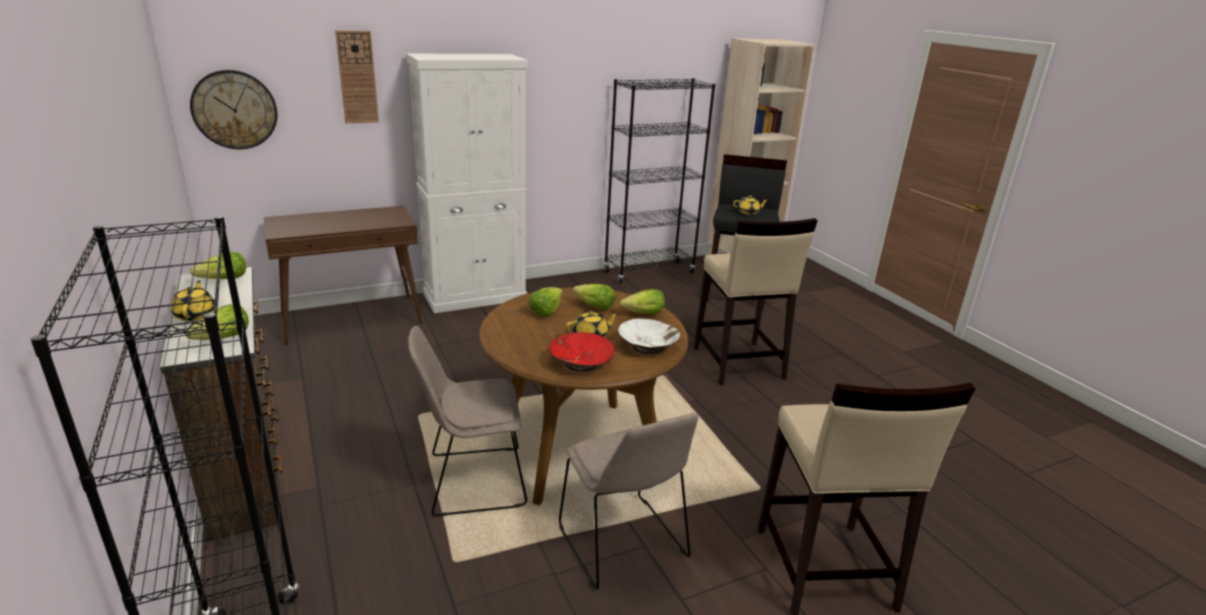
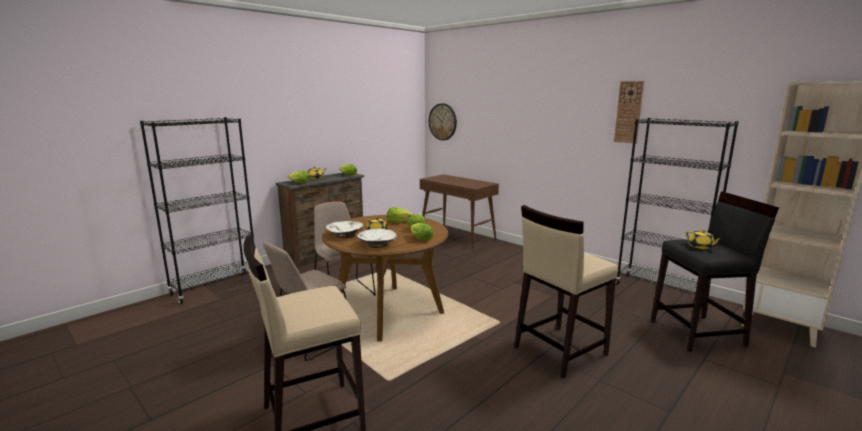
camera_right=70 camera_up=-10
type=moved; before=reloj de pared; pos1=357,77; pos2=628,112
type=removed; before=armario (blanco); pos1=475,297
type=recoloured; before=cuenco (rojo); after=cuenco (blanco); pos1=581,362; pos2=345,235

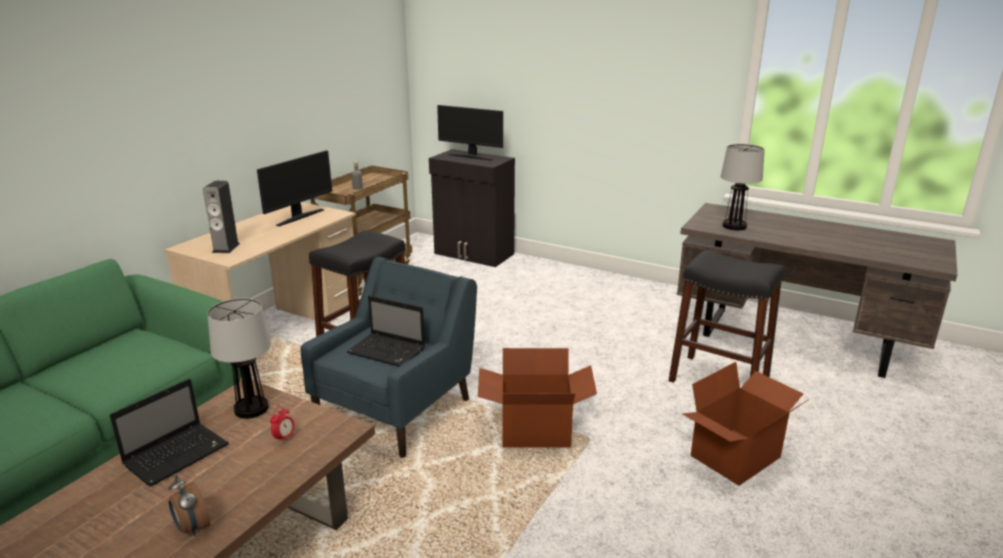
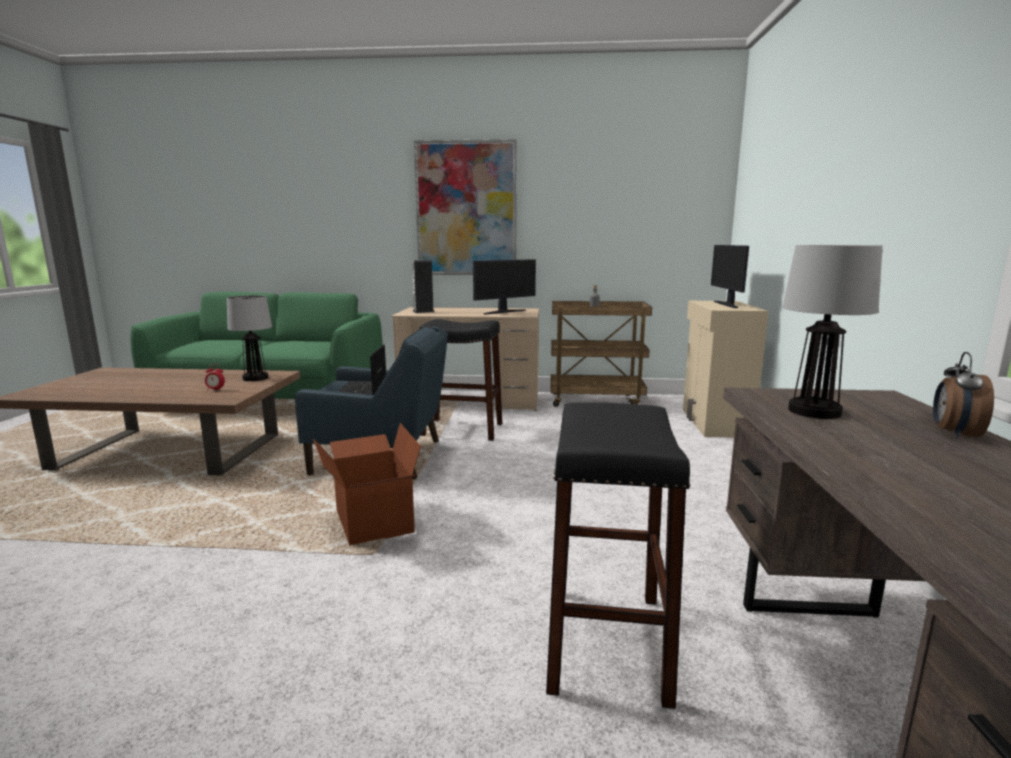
camera_right=65 camera_up=-10
type=removed; before=portátil; pos1=178,454
type=moved; before=despertador; pos1=192,528; pos2=954,434
type=turned; before=monitor; pos1=299,217; pos2=504,312; turn=-45
type=recoloured; before=armario (negro); after=armario (beis); pos1=474,254; pos2=714,423
type=removed; before=caja de cartón; pos1=736,457
type=added; after=cuadro; pos2=466,209

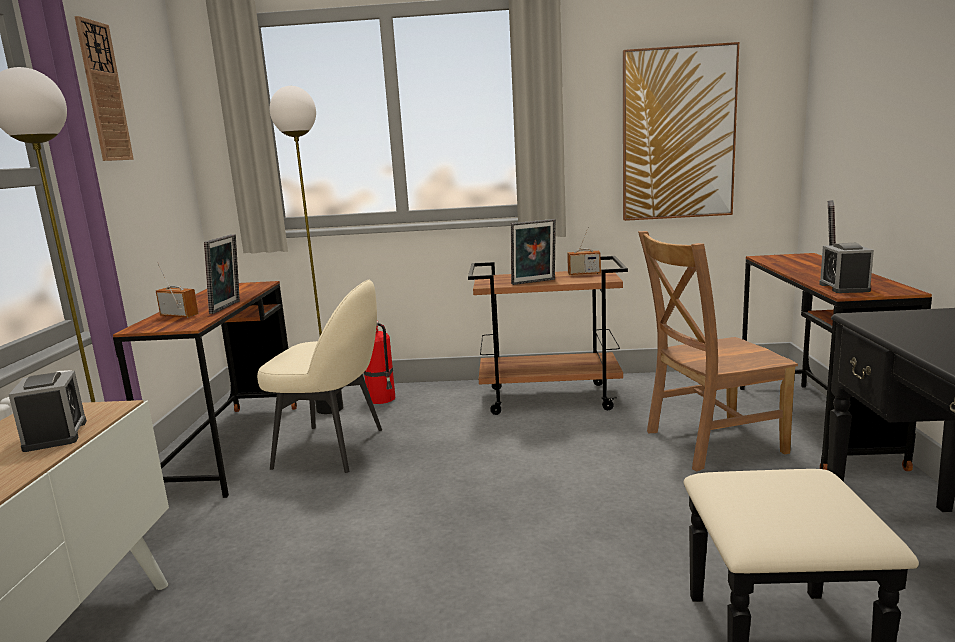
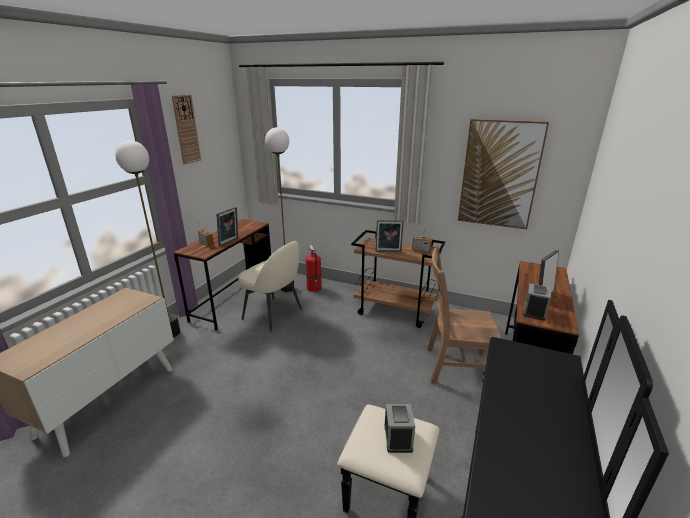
camera_right=20 camera_up=10
type=moved; before=despertador; pos1=55,435; pos2=398,437

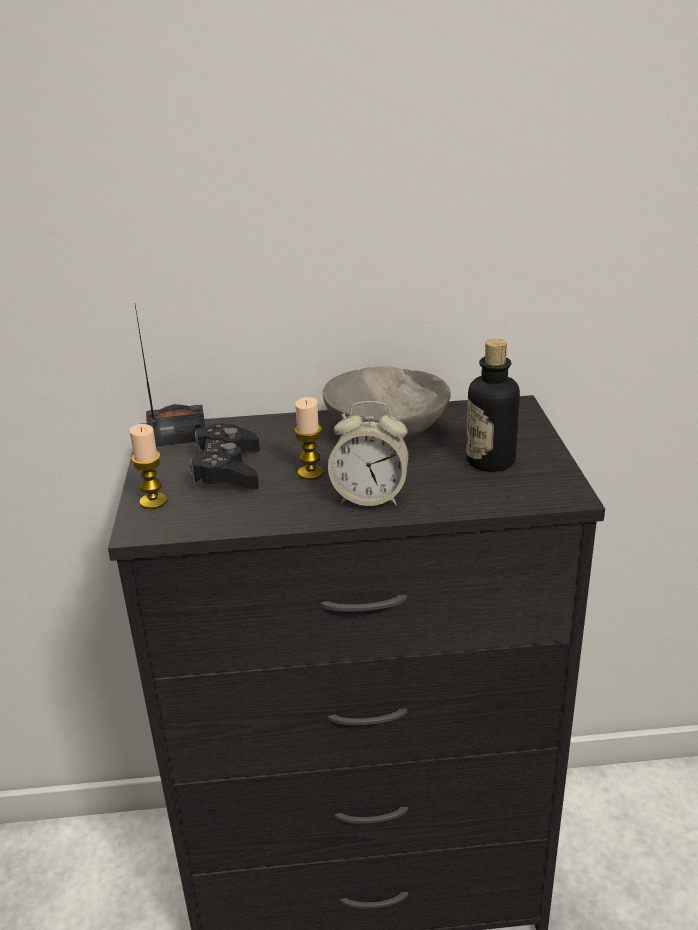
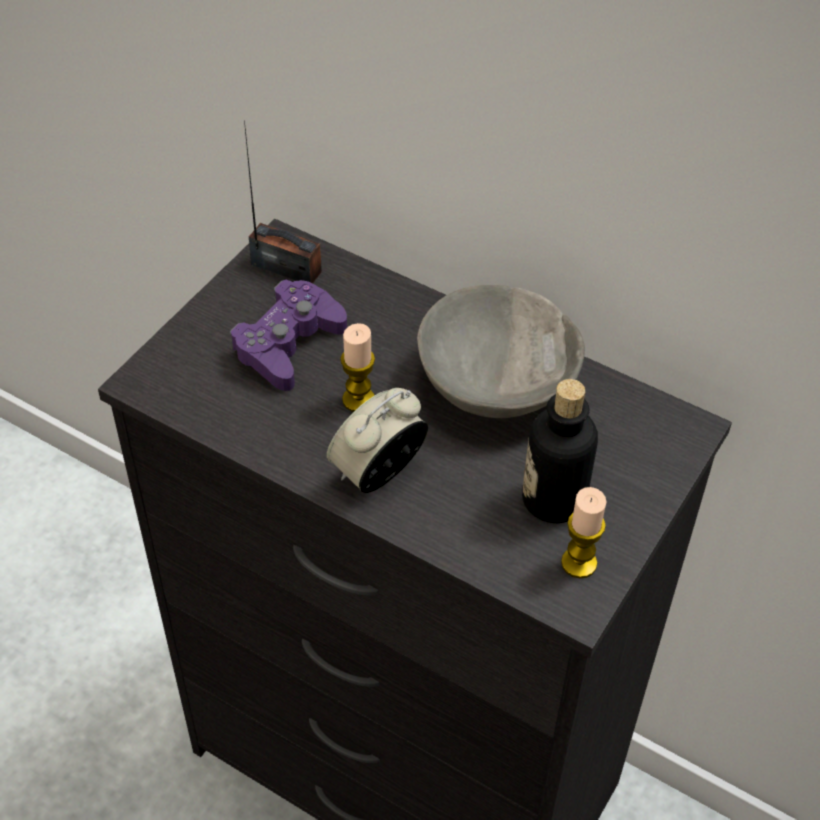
camera_right=35 camera_up=20
type=moved; before=vela; pos1=153,502; pos2=579,563
type=recoloured; before=mando de consola (negro); after=mando de consola (morado); pos1=227,469; pos2=288,344
type=turned; before=despertador; pos1=370,497; pos2=378,472; turn=90

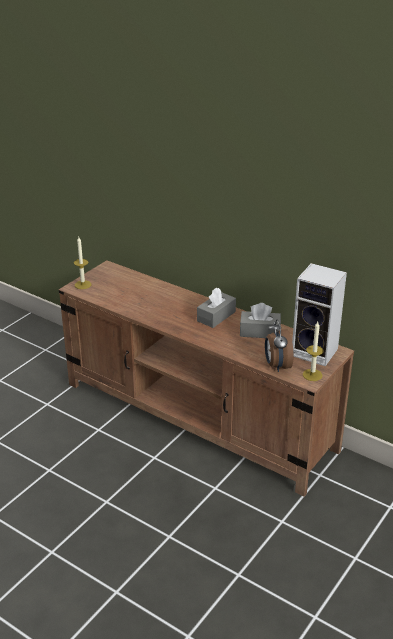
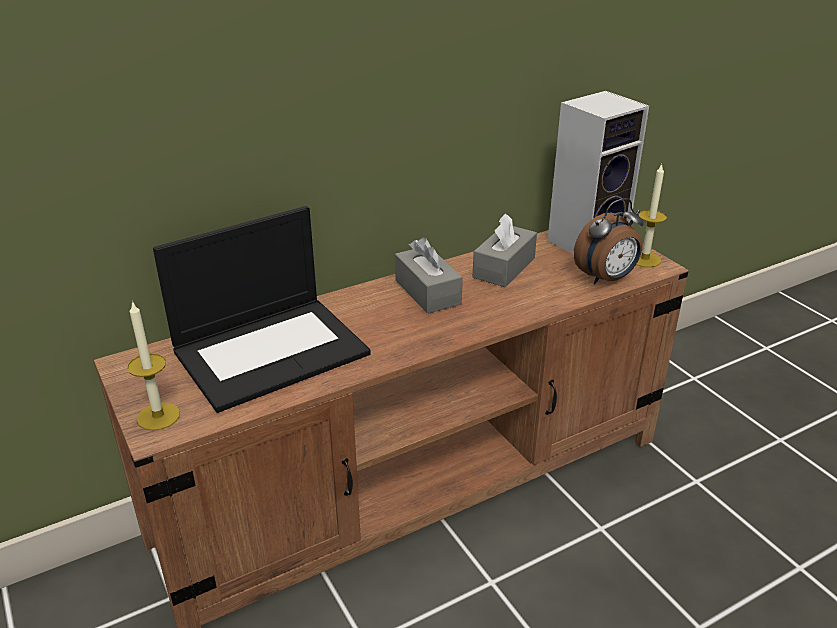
camera_right=-65 camera_up=0
type=turned; before=despertador; pos1=277,365; pos2=606,279; turn=-45
type=added; after=portátil; pos2=272,351

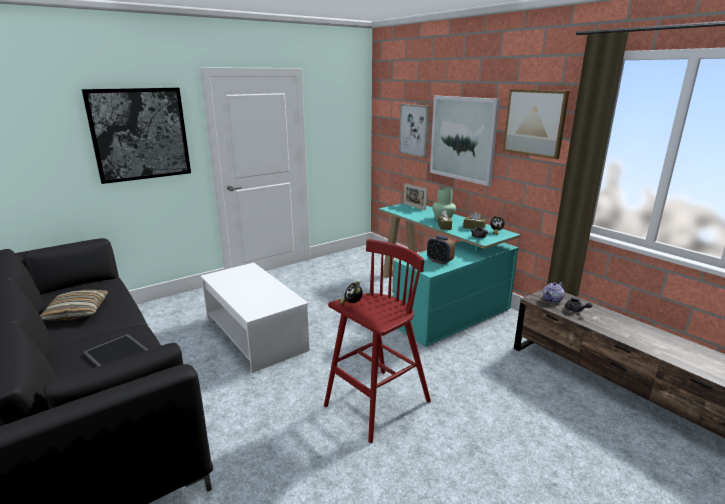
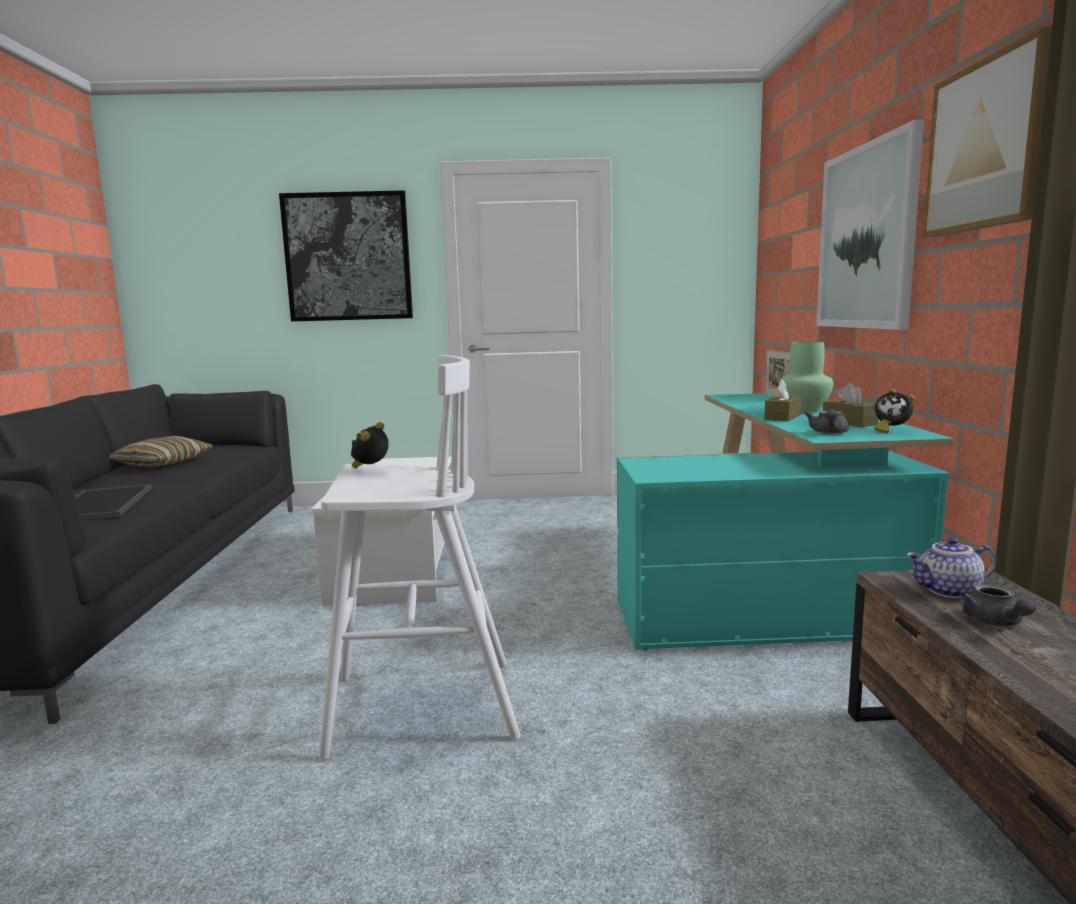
camera_right=35 camera_up=-10
type=recoloured; before=taburete (rojo); after=taburete (blanco); pos1=376,404; pos2=418,707
type=removed; before=cuadro; pos1=414,130
type=removed; before=despertador; pos1=439,261

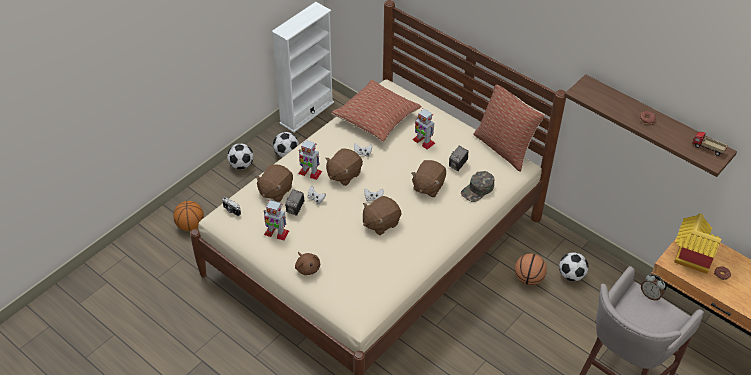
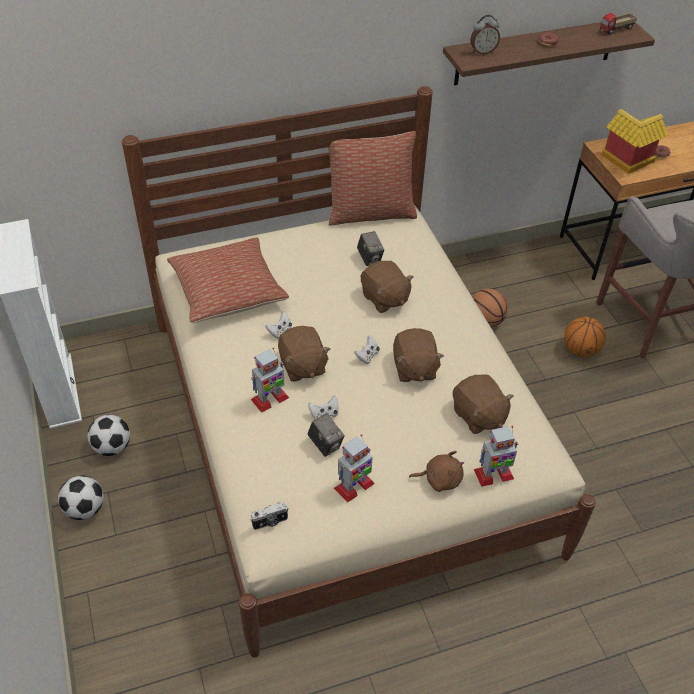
camera_right=-60 camera_up=0
type=moved; before=balón de baloncesto; pos1=190,225; pos2=580,350
type=moved; before=peluche (marrón); pos1=275,191; pos2=478,416
type=moved; before=robot de juguete; pos1=423,141; pos2=493,474
type=removed; before=gorra (verde); pos1=478,189
type=removed; before=balón de fútbol; pos1=571,275
type=moved; before=despertador; pos1=650,295; pos2=482,52

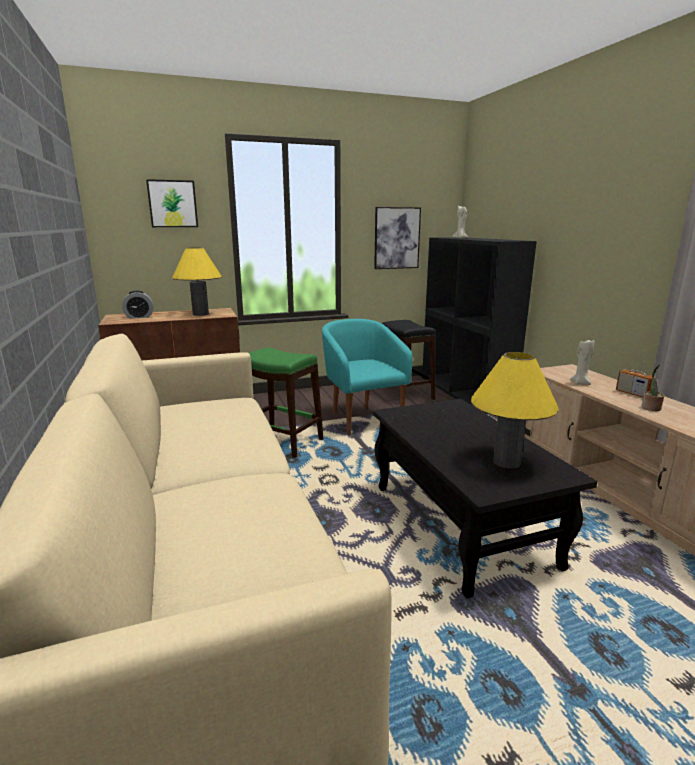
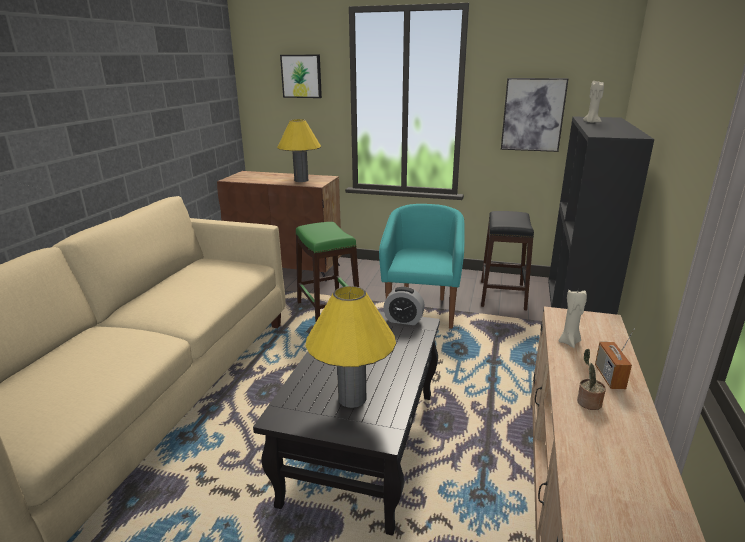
camera_right=35 camera_up=5
type=moved; before=despertador; pos1=139,317; pos2=403,320

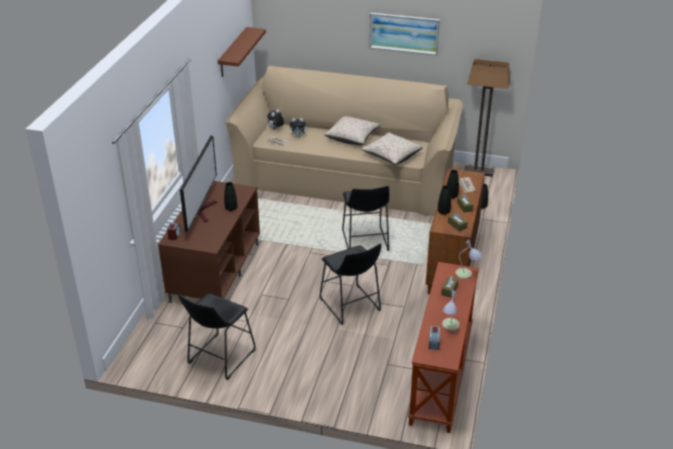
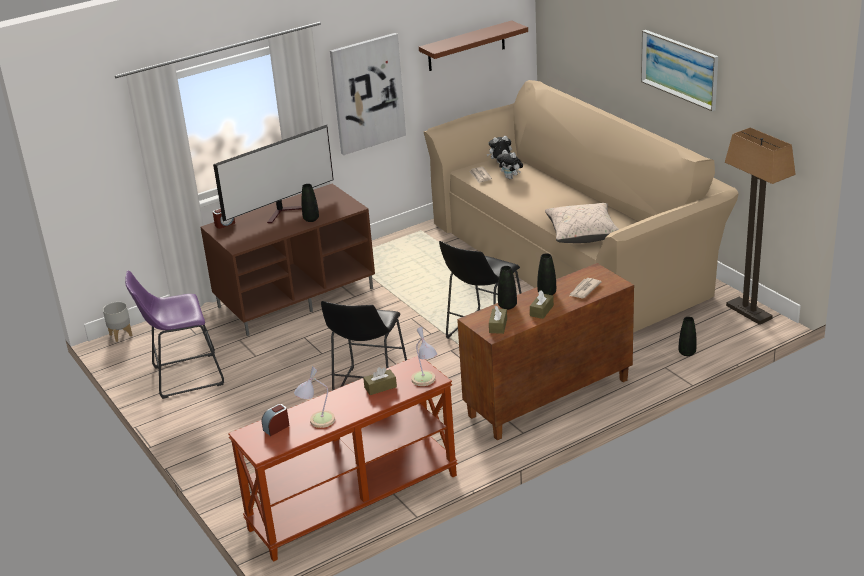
camera_right=45 camera_up=-5
type=recoloured; before=taburete (negro); after=taburete (morado); pos1=219,359; pos2=183,376
type=removed; before=cojín (beis); pos1=352,137
type=added; after=maceta (gris); pos2=120,335
type=added; after=cuadro; pos2=367,93

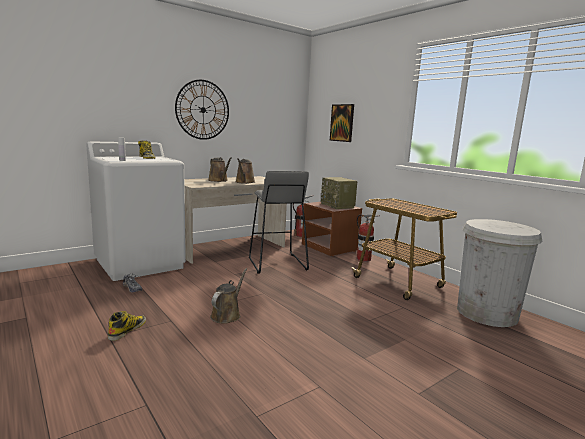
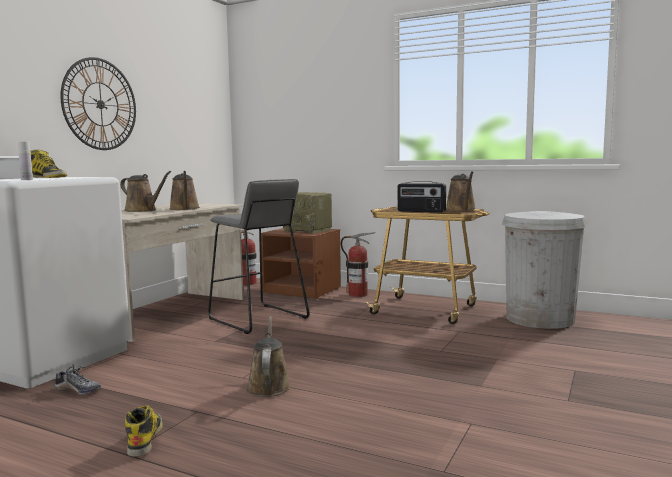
camera_right=-25 camera_up=-5
type=removed; before=cuadro; pos1=342,123
type=added; after=radio; pos2=421,211
type=added; after=regadera (marrón); pos2=461,210

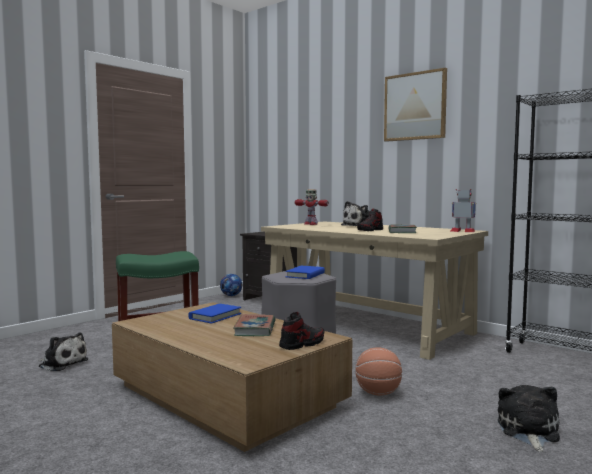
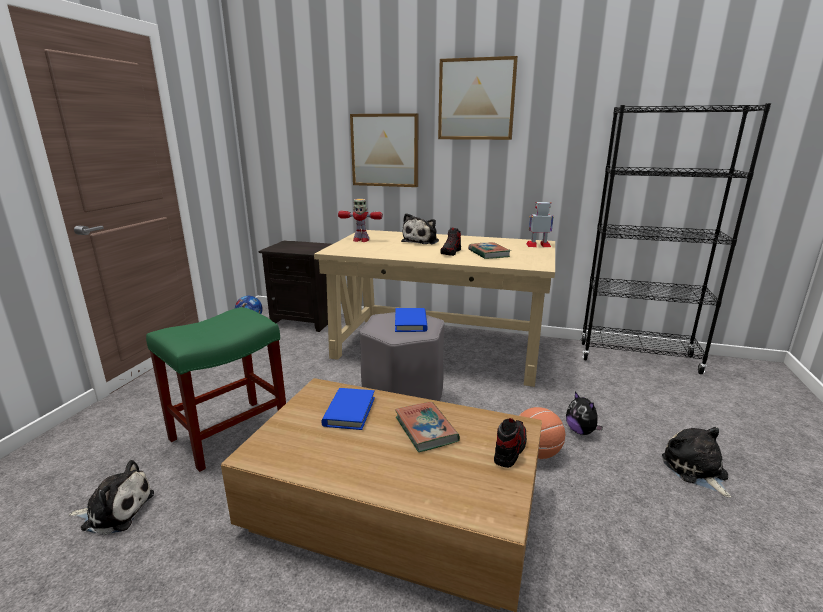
camera_right=-25 camera_up=15
type=added; after=cuadro; pos2=385,150
type=added; after=peluche; pos2=581,431

